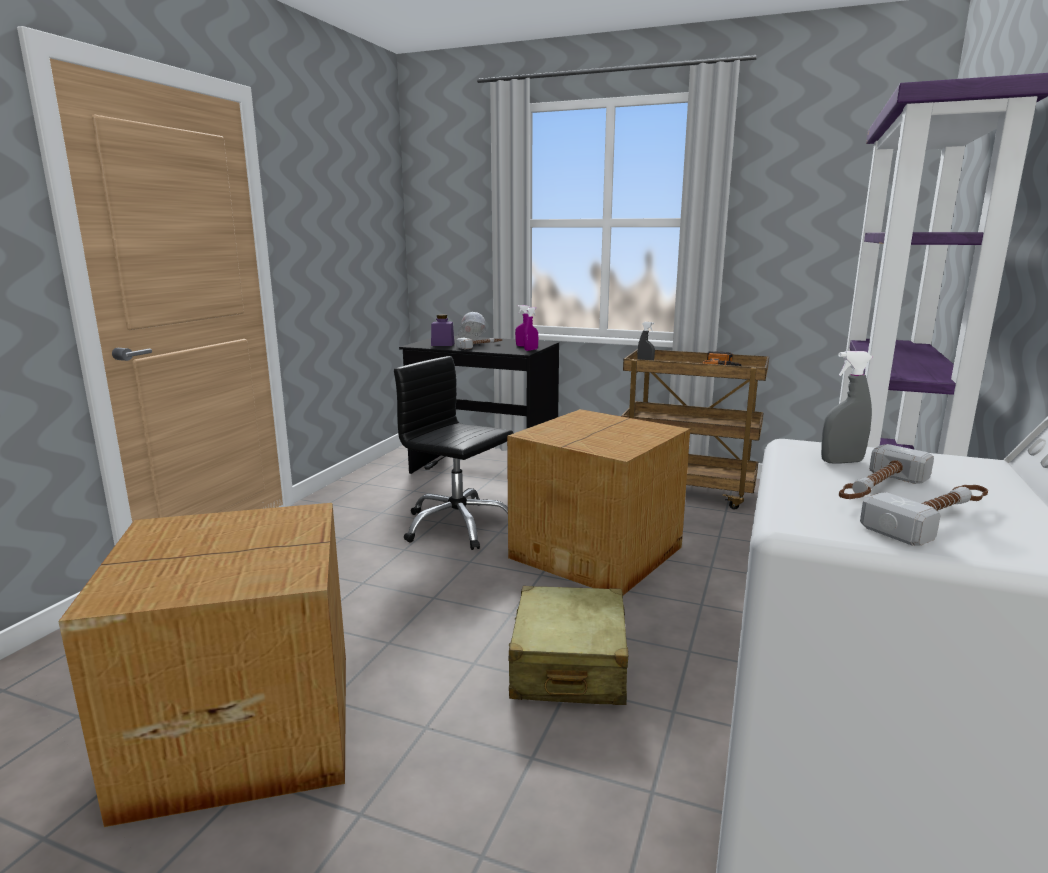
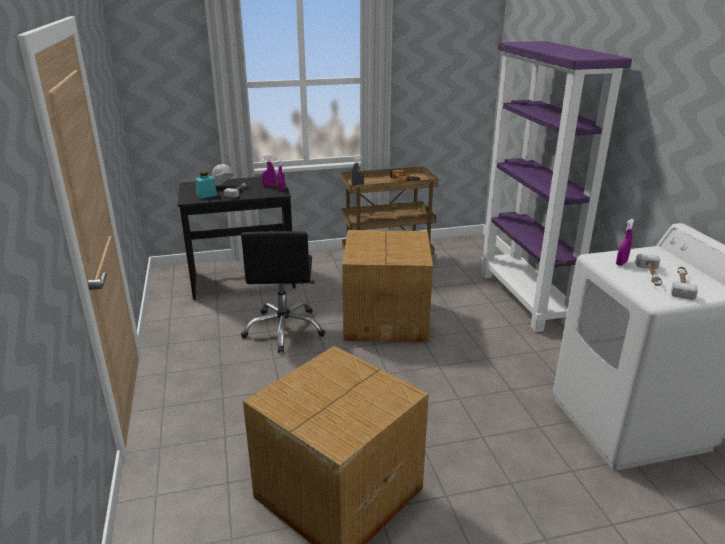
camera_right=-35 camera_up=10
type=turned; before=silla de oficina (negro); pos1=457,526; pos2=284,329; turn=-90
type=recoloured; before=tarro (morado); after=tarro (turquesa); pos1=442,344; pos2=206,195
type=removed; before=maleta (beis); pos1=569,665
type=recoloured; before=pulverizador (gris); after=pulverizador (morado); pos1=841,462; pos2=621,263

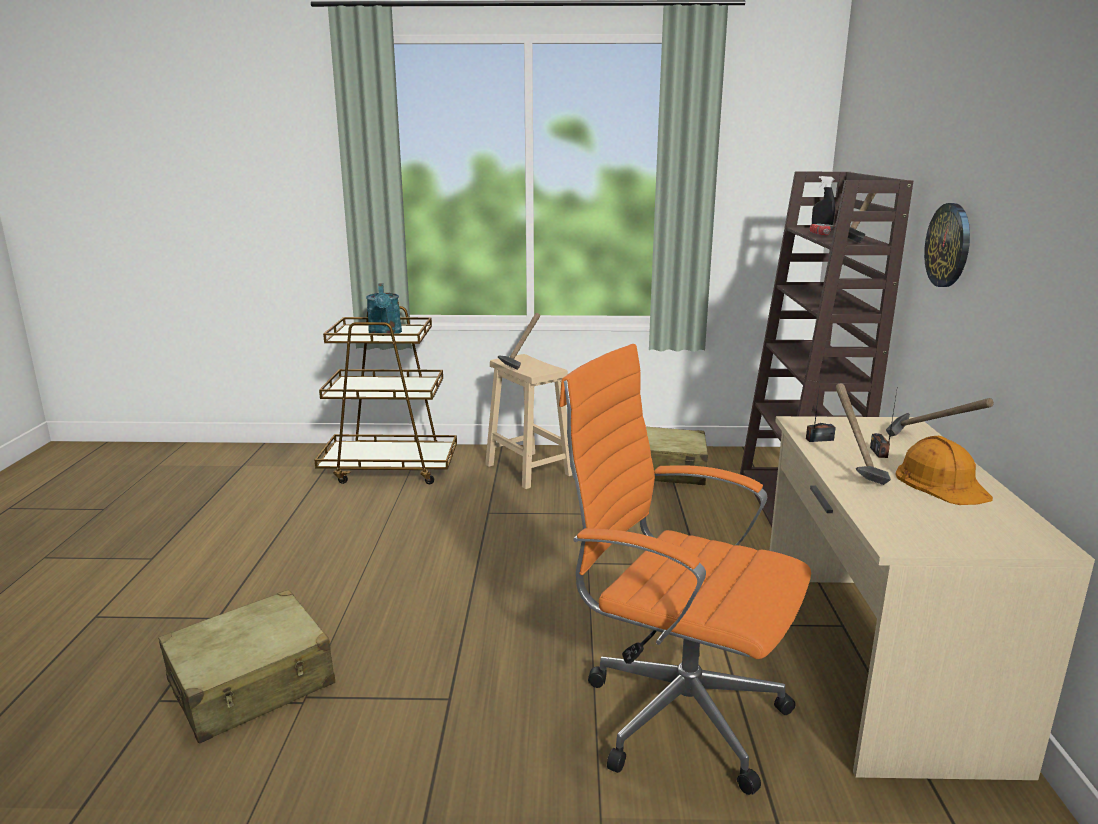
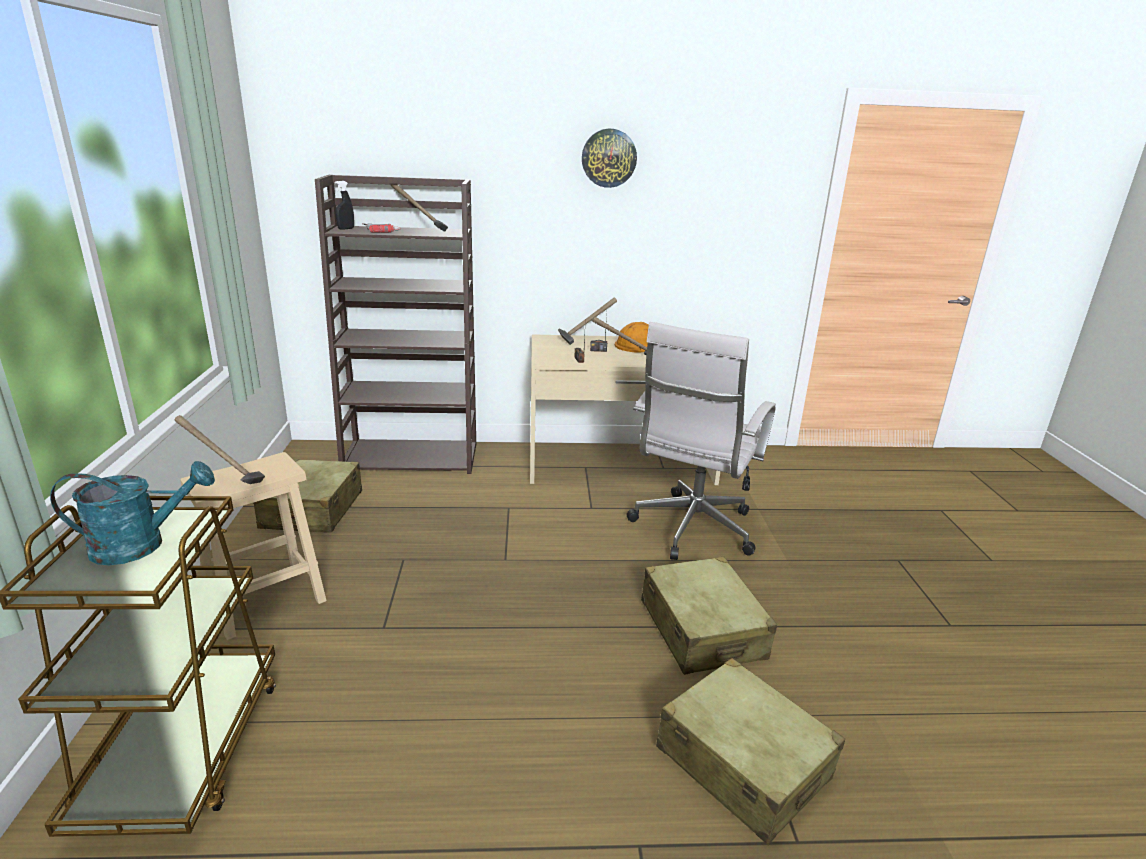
camera_right=-95 camera_up=5
type=recoloured; before=silla de oficina (naranja); after=silla de oficina (blanco); pos1=675,713; pos2=691,531
type=moved; before=reloj de pared; pos1=949,245; pos2=609,158
type=added; after=maleta (beis); pos2=702,630

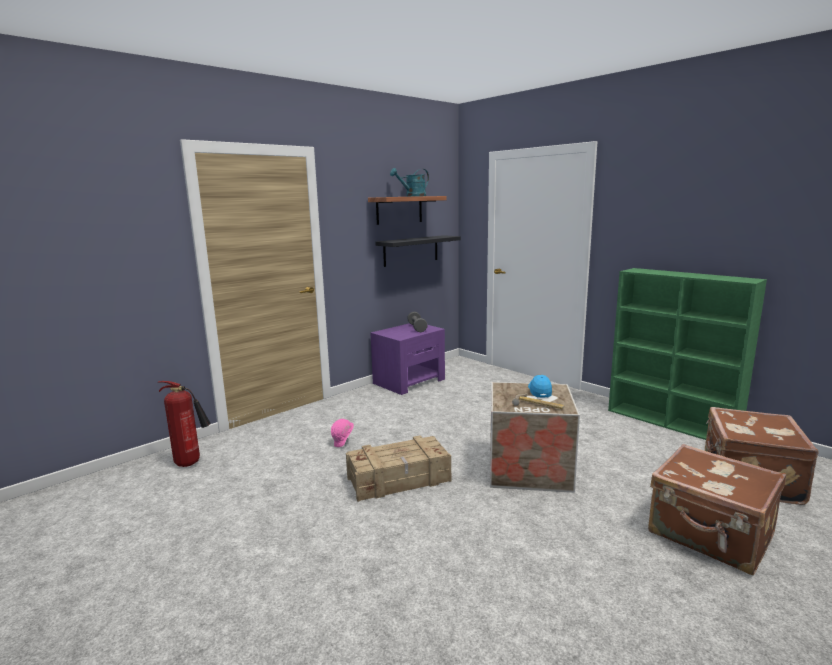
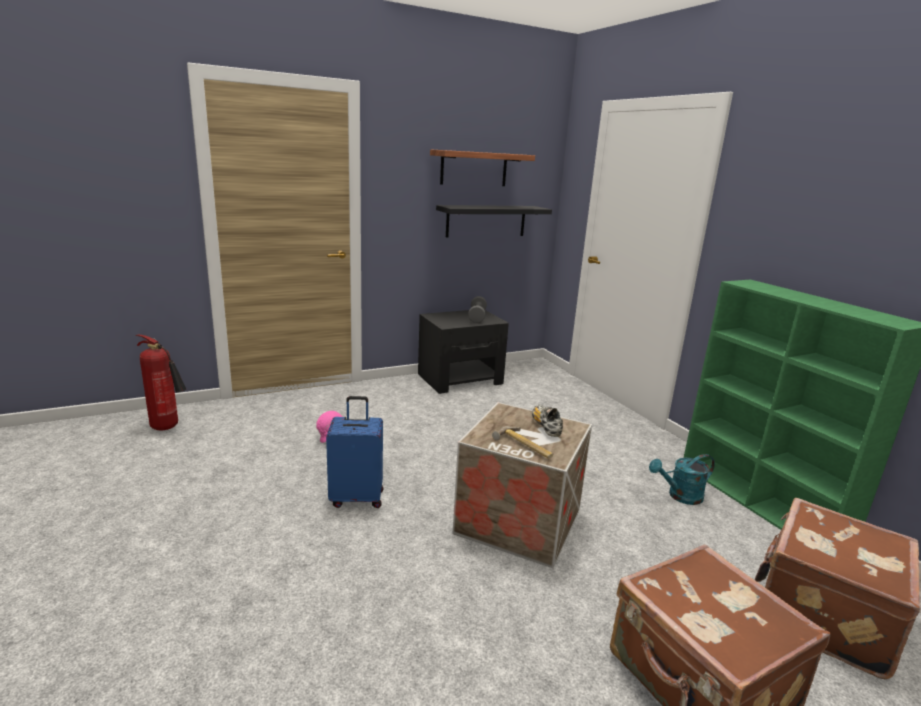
camera_right=15 camera_up=5
type=replaced; before=caja de embalaje; after=maleta (azul); pos1=399,479; pos2=357,497
type=recoloured; before=mesita de noche (morado); after=mesita de noche (negro); pos1=409,381; pos2=460,378
type=moved; before=regadera (turquesa); pos1=412,196; pos2=680,496
type=replaced; before=gorra (azul); after=zapato; pos1=539,391; pos2=545,426

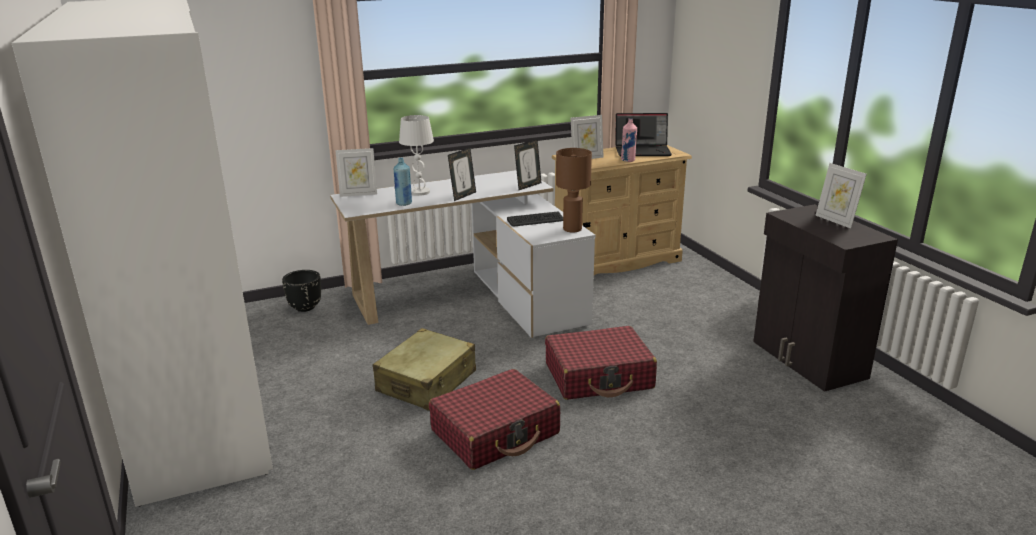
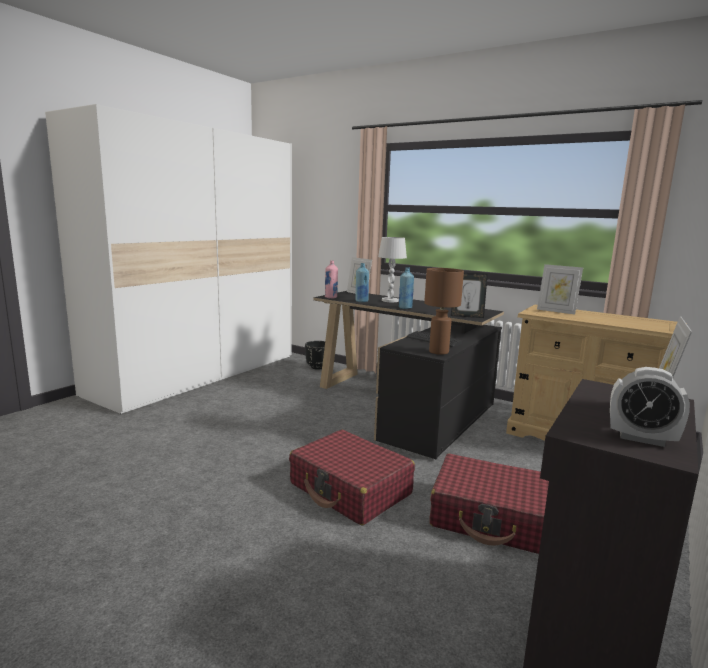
camera_right=55 camera_up=-10
type=recoloured; before=escritorio (blanco); after=escritorio (negro); pos1=474,298; pos2=406,405
type=removed; before=maleta (beis); pos1=427,382
type=moved; before=maleta (rojo); pos1=495,432; pos2=490,517
type=replaced; before=portarretratos; after=botella (azul); pos1=463,196; pos2=405,308
type=removed; before=portátil; pos1=643,151
type=moved; before=botella (rosa); pos1=628,160; pos2=331,297
type=added; after=despertador; pos2=641,438

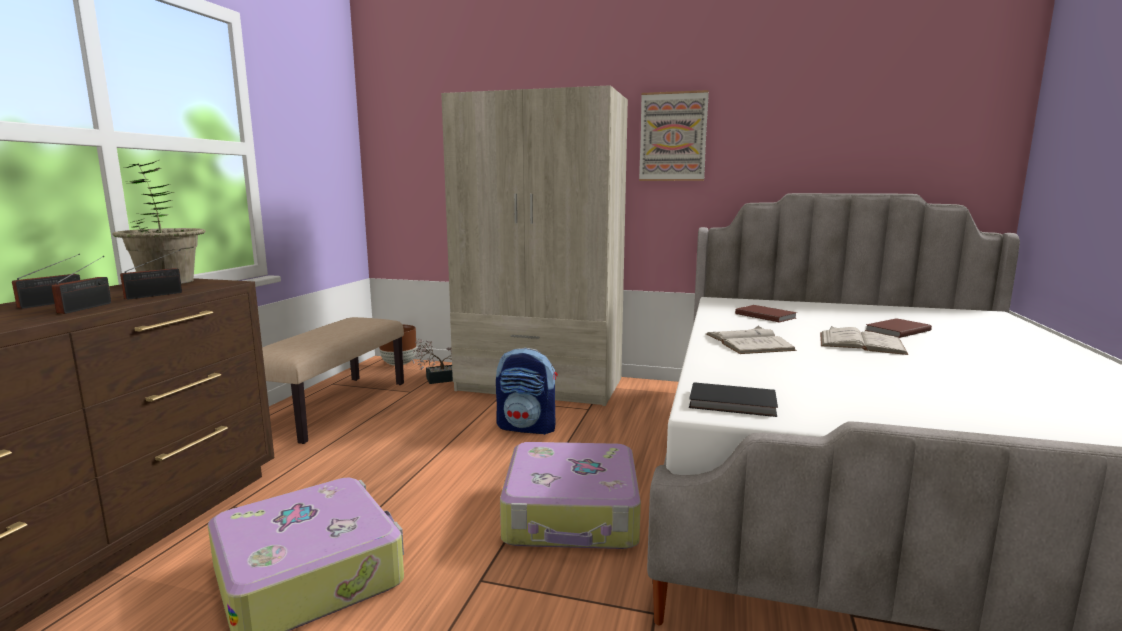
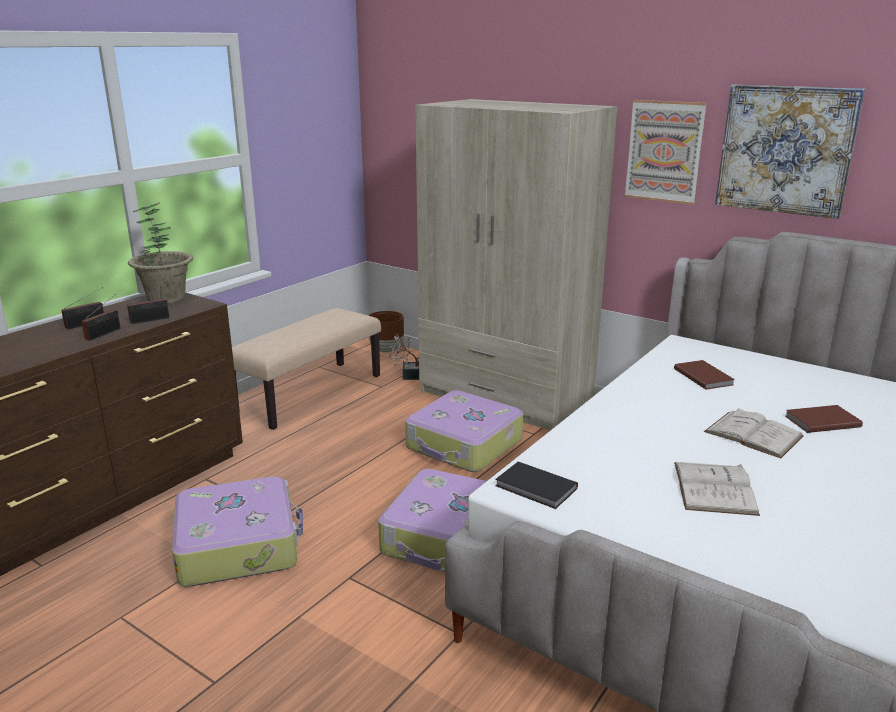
camera_right=20 camera_up=10
type=replaced; before=mochila; after=maleta; pos1=527,427; pos2=464,445
type=moved; before=libro (blanco); pos1=748,342; pos2=714,488
type=added; after=cuadro; pos2=785,150

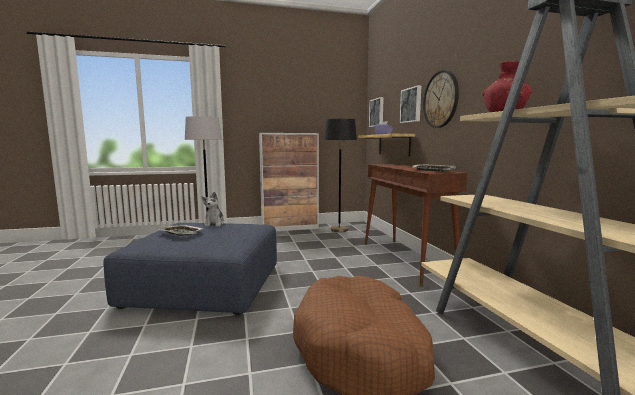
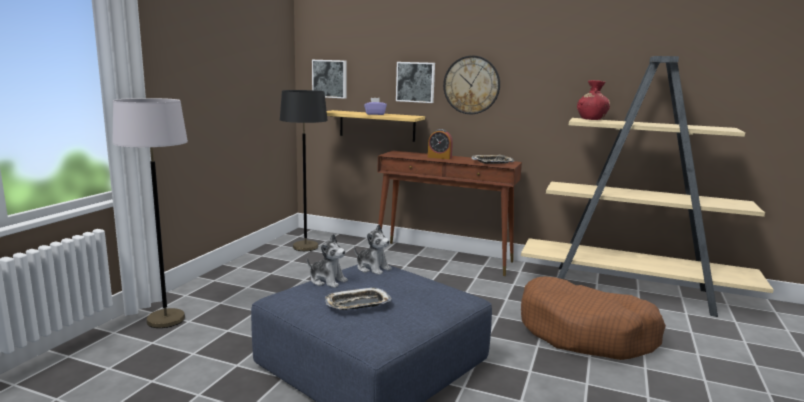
camera_right=-55 camera_up=5
type=removed; before=armario; pos1=290,228
type=added; after=peluche; pos2=372,268
type=added; after=despertador; pos2=439,157

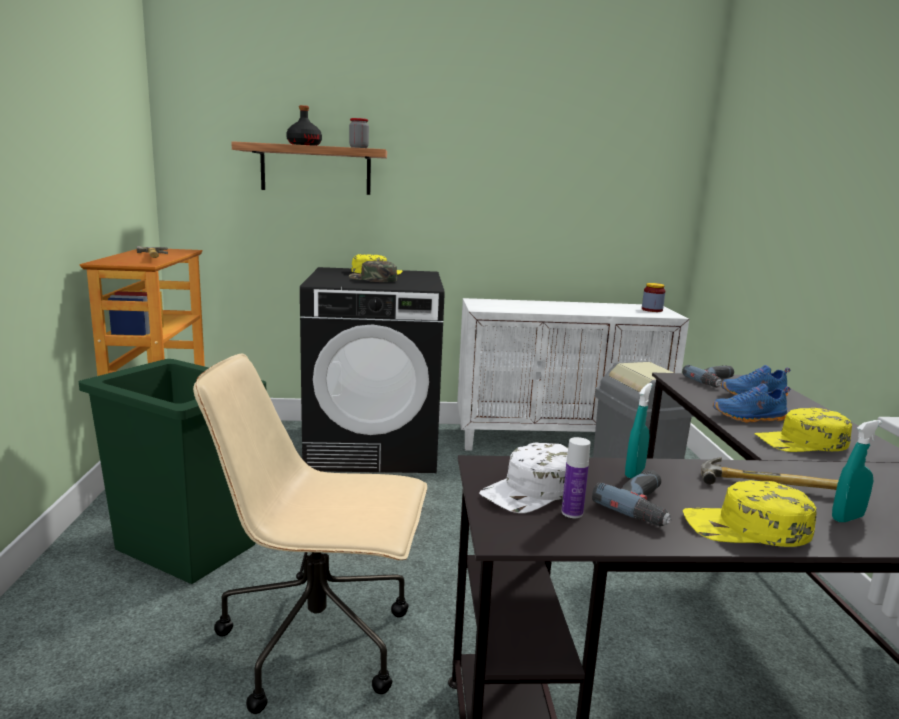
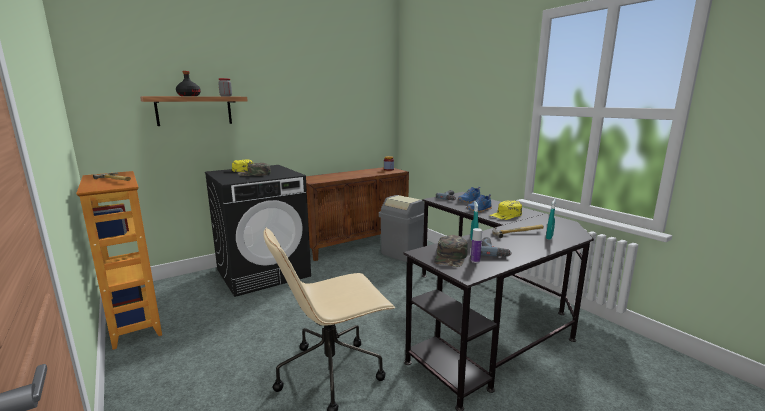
camera_right=-30 camera_up=0
type=removed; before=papelera (verde); pos1=186,546
type=recoloured; before=armario (blanco); after=armario (marrón); pos1=559,440; pos2=355,244
type=recoloured; before=gorra (blanco); after=gorra (verde); pos1=531,491; pos2=451,257
type=removed; before=gorra (amarillo); pos1=746,528

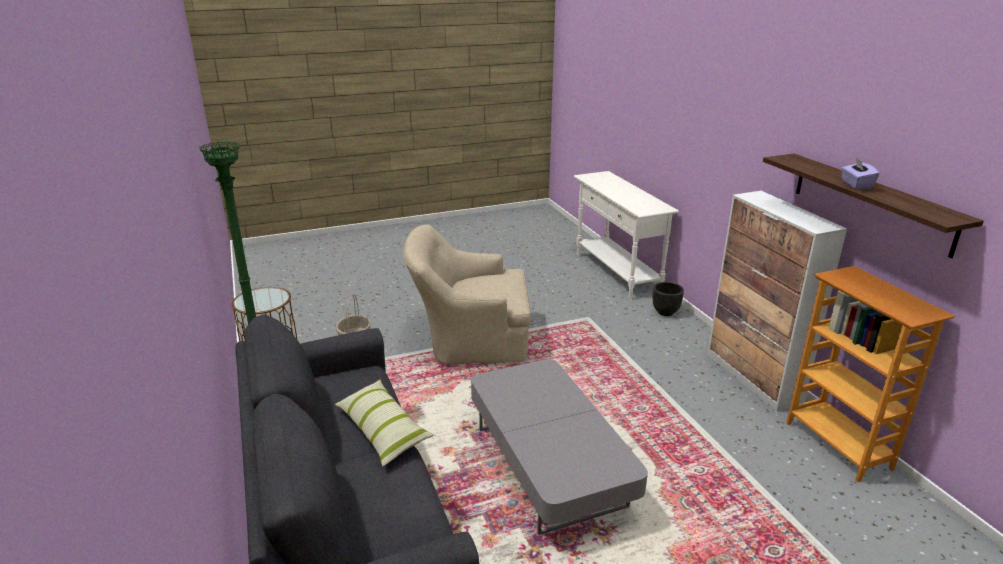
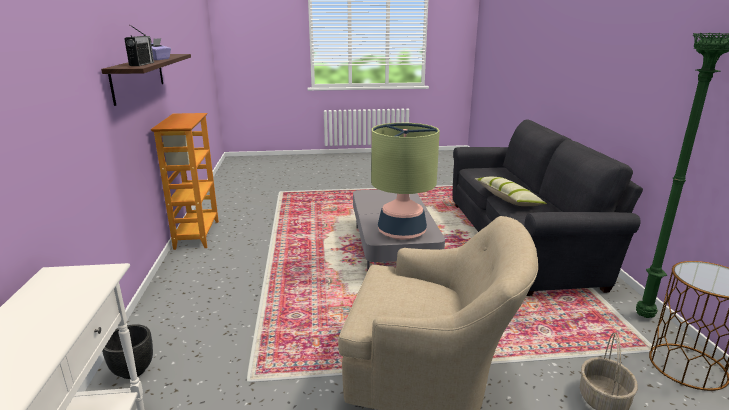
camera_right=-165 camera_up=-5
type=removed; before=armario; pos1=753,378
type=added; after=radio; pos2=142,64
type=added; after=lámpara de mesa; pos2=401,232

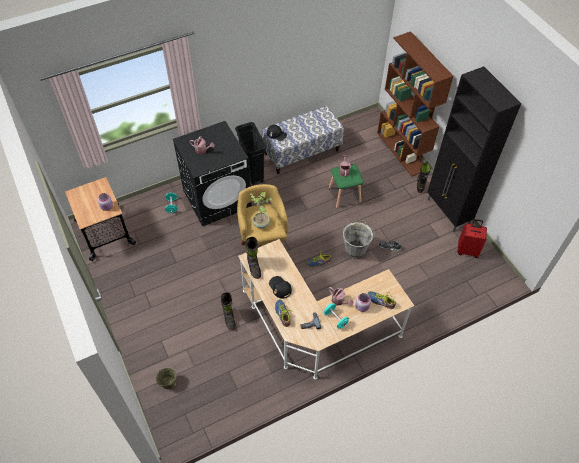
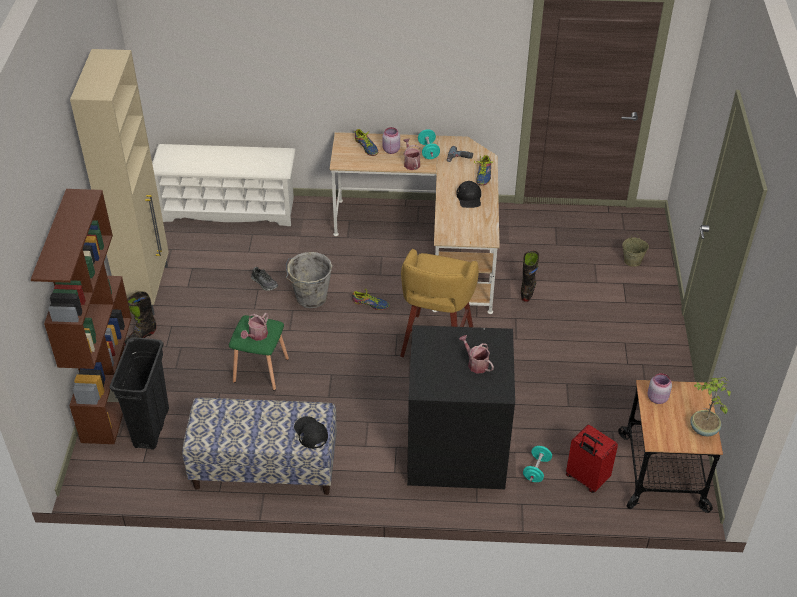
camera_right=-150 camera_up=-10
type=moved; before=papelera (negro); pos1=253,173; pos2=151,427
type=removed; before=bota (negro); pos1=254,268
type=moved; before=planta en maceta; pos1=261,223; pos2=703,429
type=recoloured; before=armario (negro); after=armario (beis); pos1=448,212; pos2=147,288
type=moved; before=maleta (rojo); pos1=467,250; pos2=586,479
type=added; after=zapatero (blanco); pos2=229,209

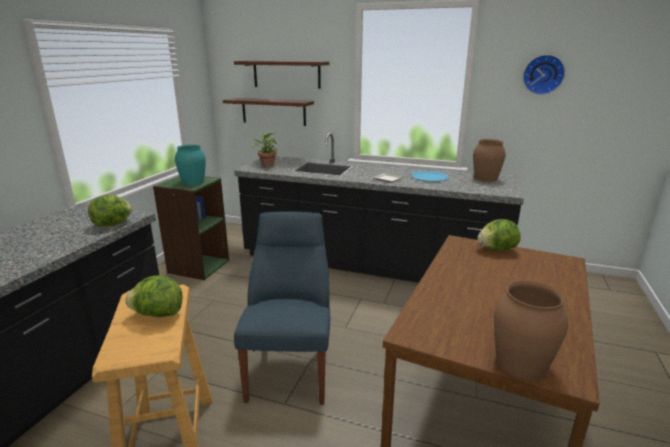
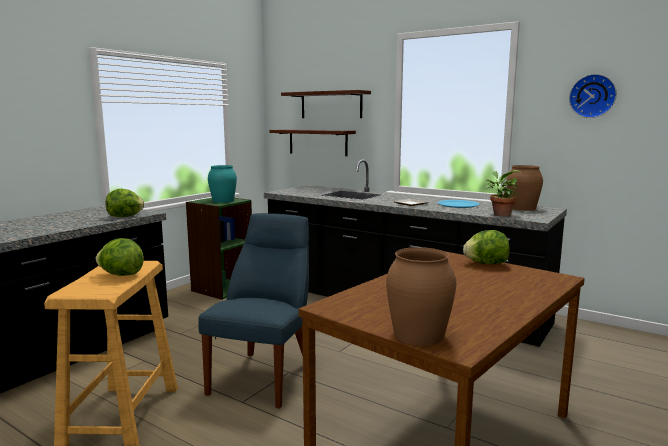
camera_right=15 camera_up=-10
type=moved; before=planta en maceta; pos1=266,165; pos2=500,214

